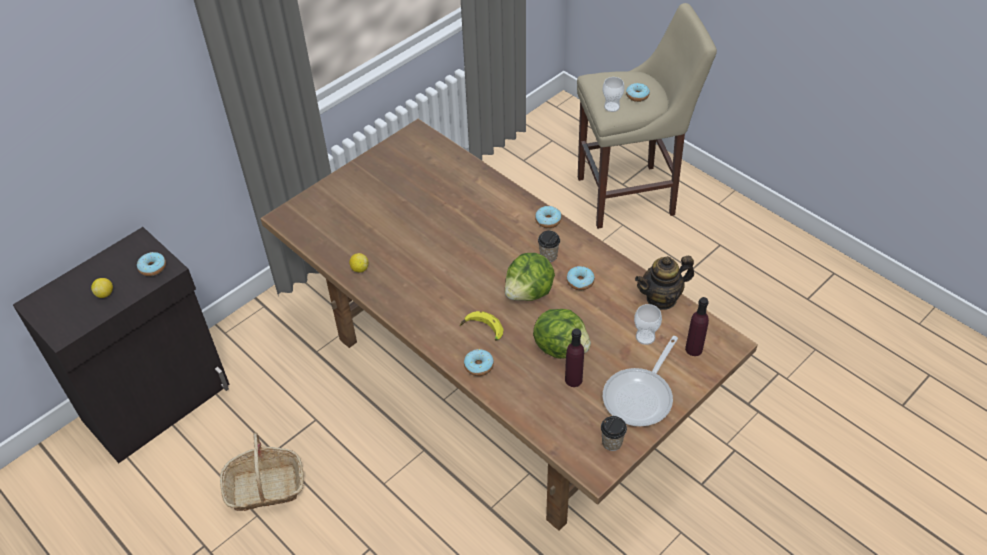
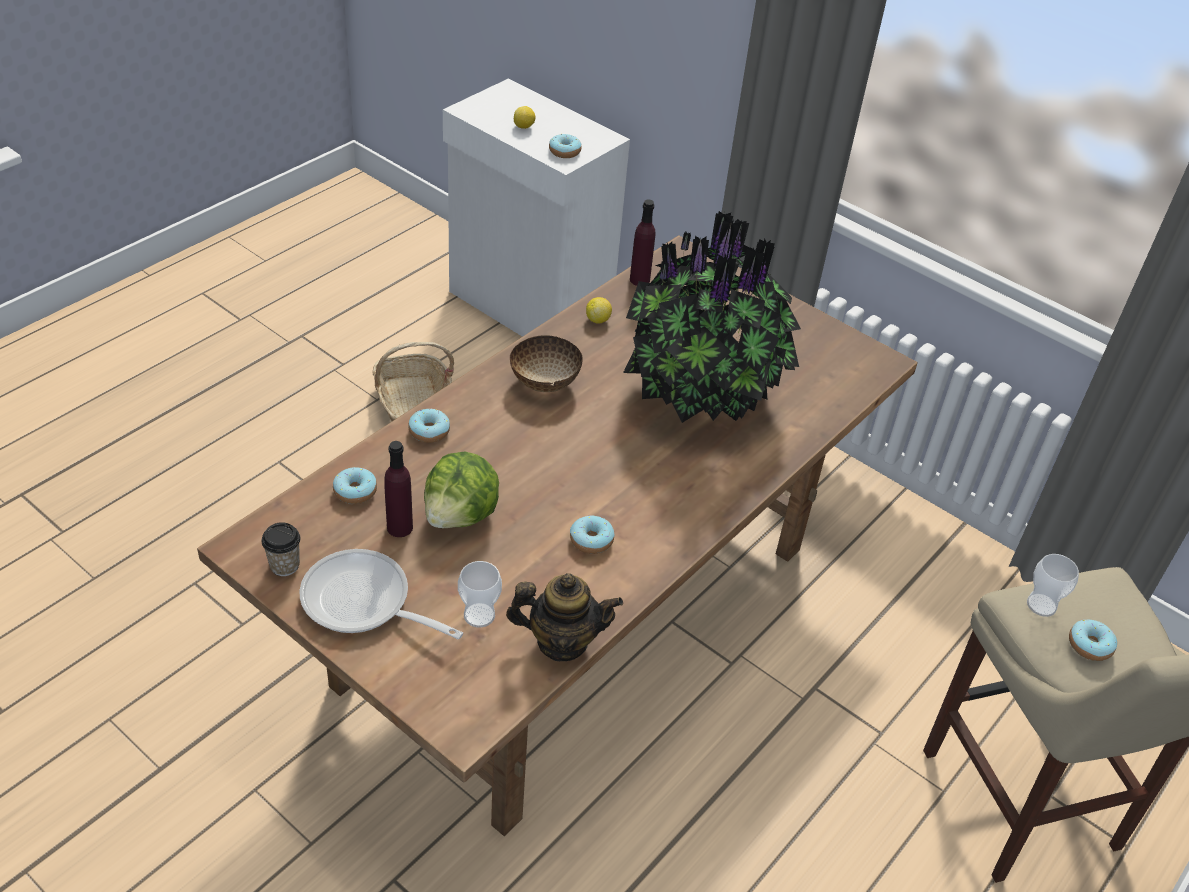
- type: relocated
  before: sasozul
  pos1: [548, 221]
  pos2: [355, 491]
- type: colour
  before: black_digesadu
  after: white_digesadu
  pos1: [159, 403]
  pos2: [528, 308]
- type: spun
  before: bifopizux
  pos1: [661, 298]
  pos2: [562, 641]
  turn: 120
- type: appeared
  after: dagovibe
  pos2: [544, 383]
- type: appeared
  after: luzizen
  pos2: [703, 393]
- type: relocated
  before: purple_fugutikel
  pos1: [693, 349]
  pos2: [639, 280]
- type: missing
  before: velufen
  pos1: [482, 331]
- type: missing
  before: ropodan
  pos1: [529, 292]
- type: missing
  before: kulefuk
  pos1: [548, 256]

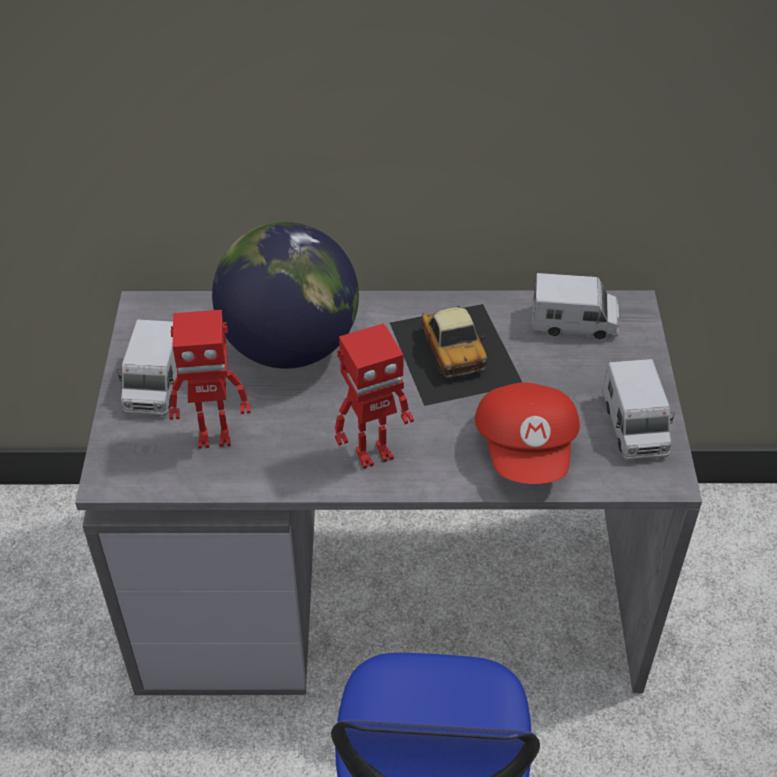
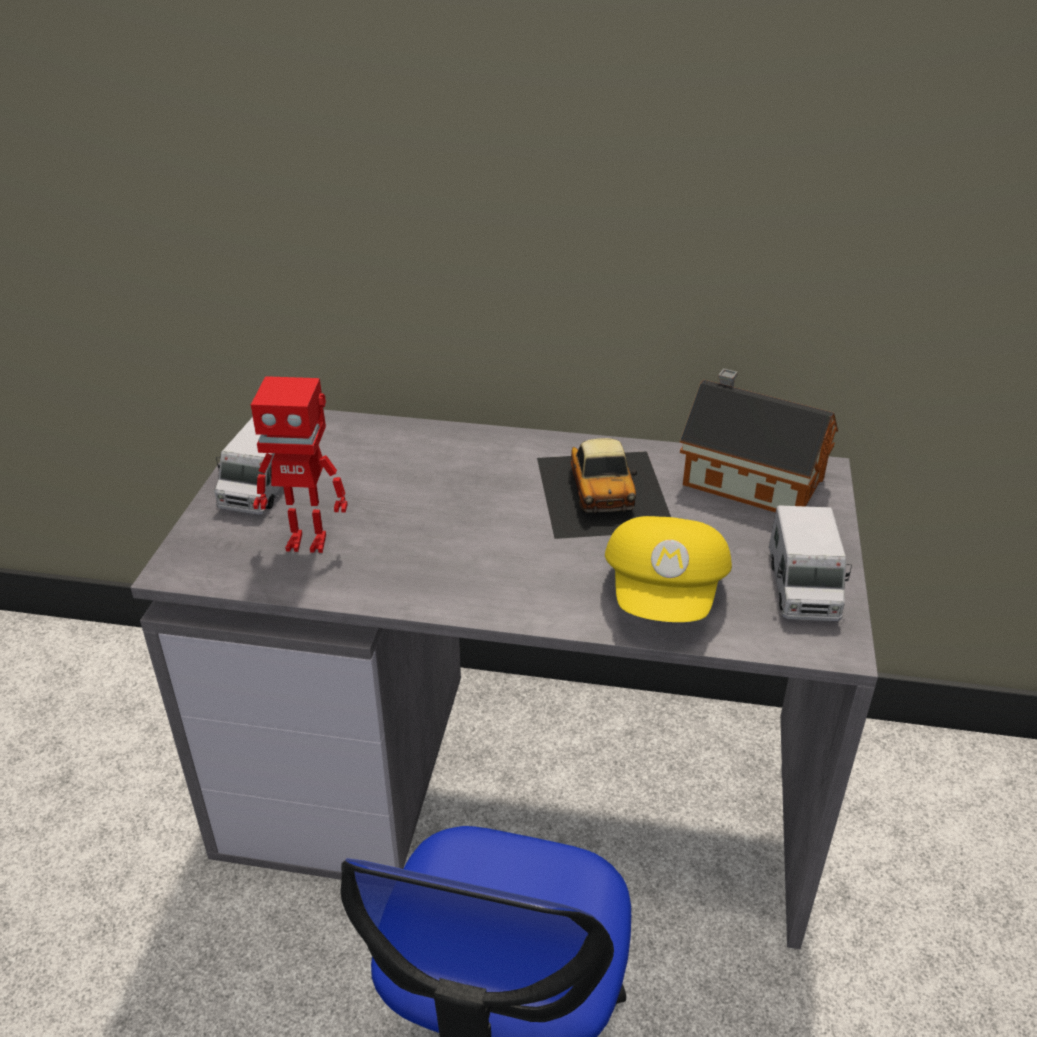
- type: colour
  before: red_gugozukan
  after: yellow_gugozukan
  pos1: [527, 449]
  pos2: [666, 595]
- type: exchanged
  before: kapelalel
  after: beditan
  pos1: [573, 323]
  pos2: [748, 479]
- type: missing
  before: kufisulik
  pos1: [290, 346]
- type: missing
  before: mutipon
  pos1: [372, 453]

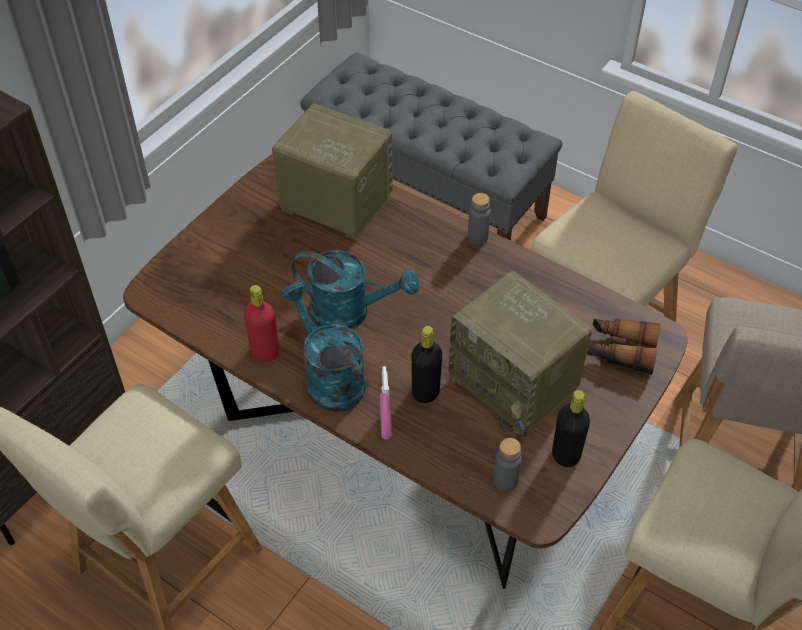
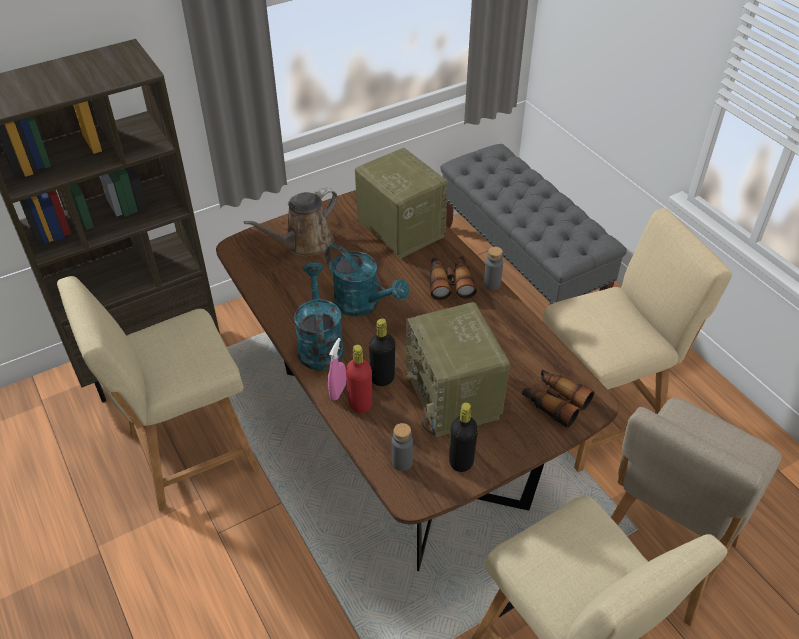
- type: appeared
  after: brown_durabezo
  pos2: [304, 244]
- type: relocated
  before: red_fugutikel
  pos1: [265, 352]
  pos2: [360, 404]
- type: appeared
  after: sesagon
  pos2: [450, 283]

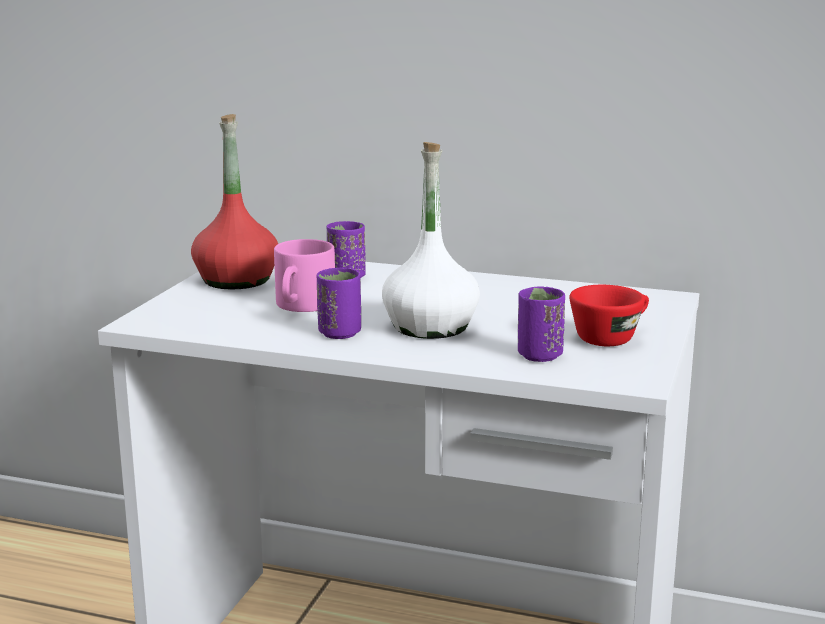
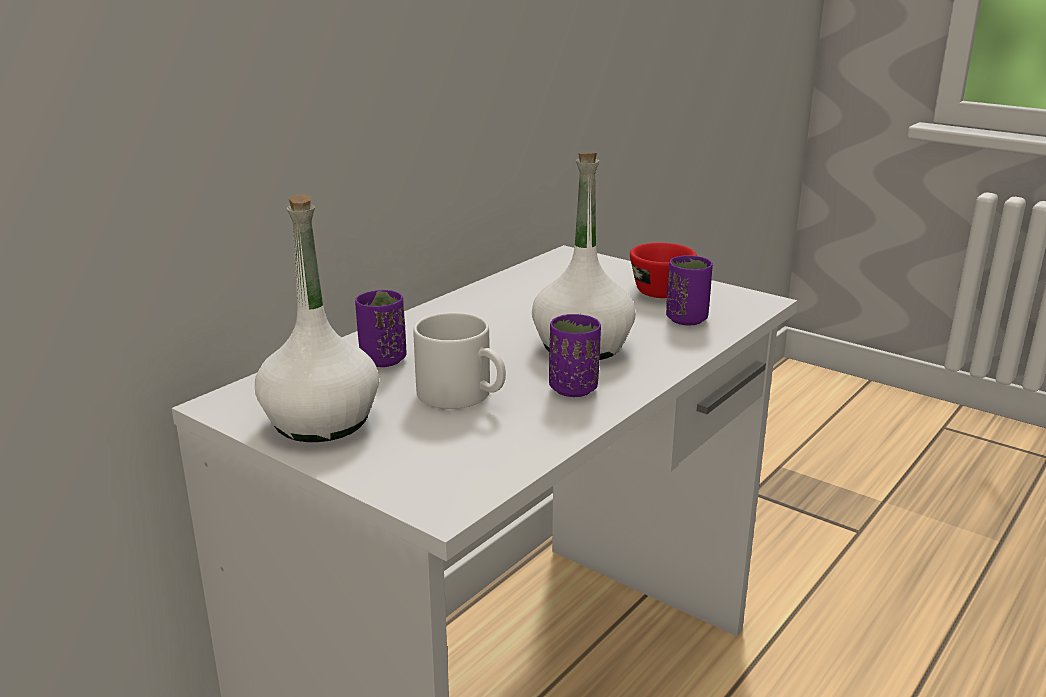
- type: colour
  before: red_fugutikel
  after: white_fugutikel
  pos1: [236, 280]
  pos2: [321, 421]
- type: colour
  before: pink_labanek
  after: white_labanek
  pos1: [303, 306]
  pos2: [465, 395]

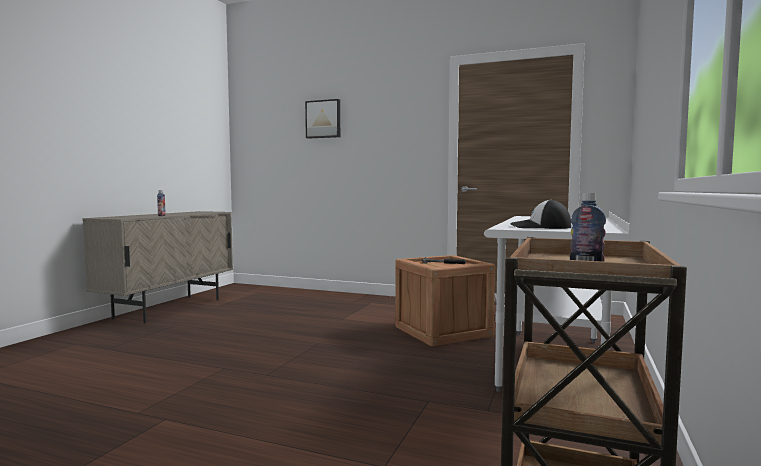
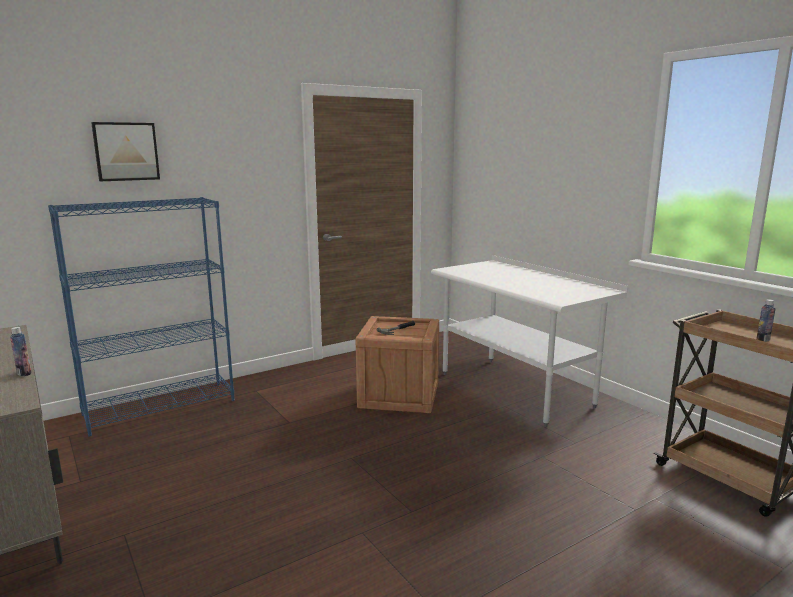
- type: appeared
  after: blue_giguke
  pos2: [161, 407]
- type: missing
  before: gugozukan
  pos1: [540, 227]

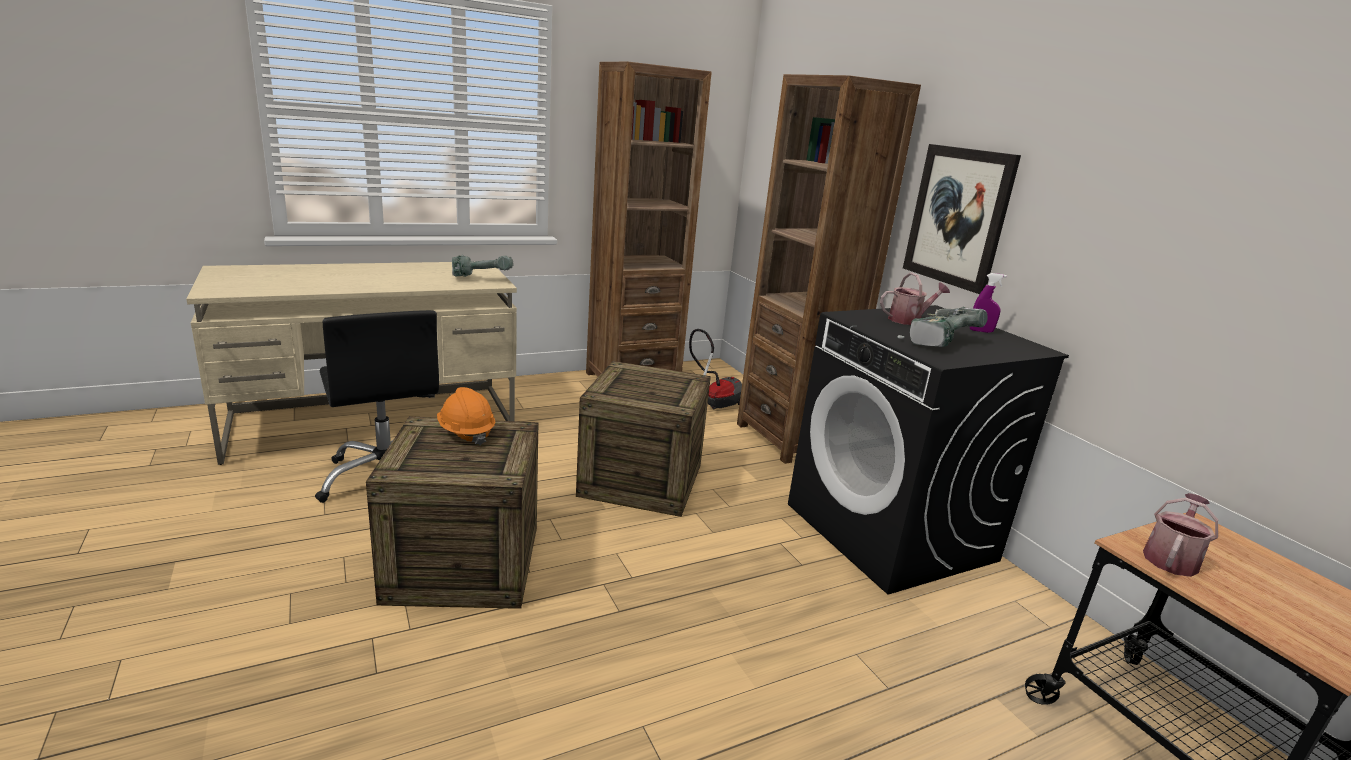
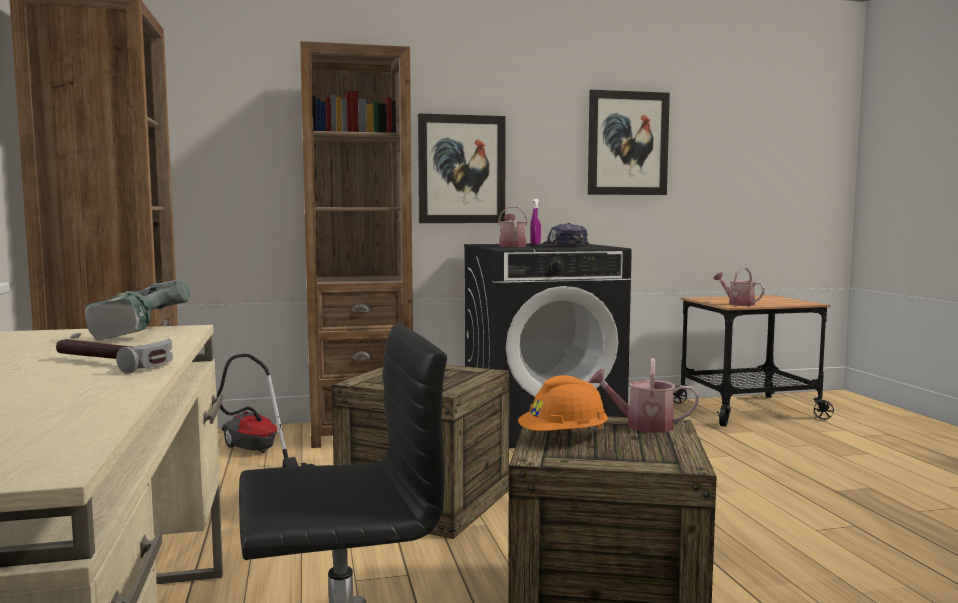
- type: appeared
  after: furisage
  pos2: [115, 362]
- type: exchanged
  before: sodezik
  after: gugozukan
  pos1: [936, 340]
  pos2: [564, 246]
- type: appeared
  after: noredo
  pos2: [627, 143]
- type: appeared
  after: durabezo
  pos2: [642, 425]

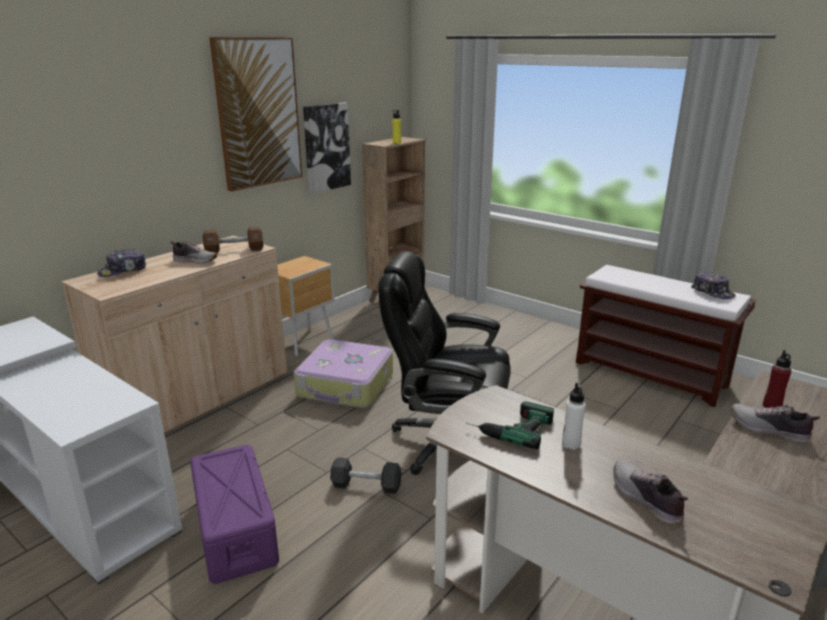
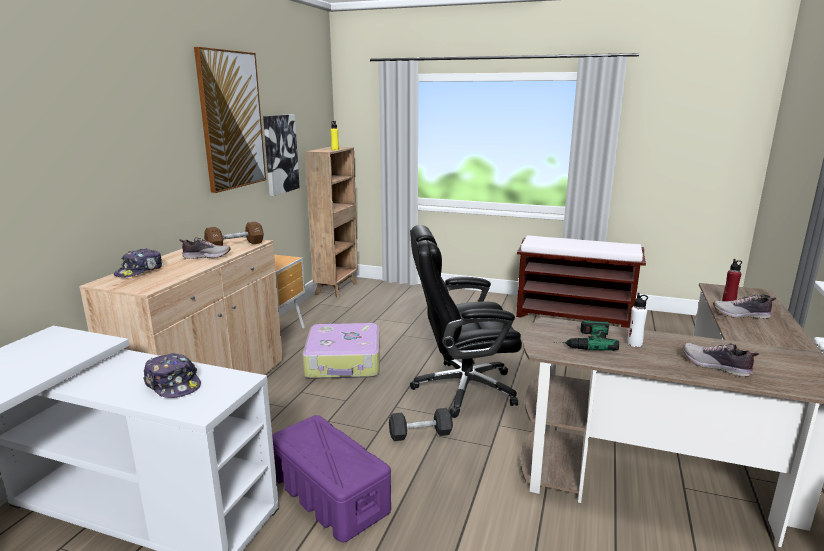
- type: relocated
  before: gugozukan
  pos1: [713, 292]
  pos2: [173, 384]

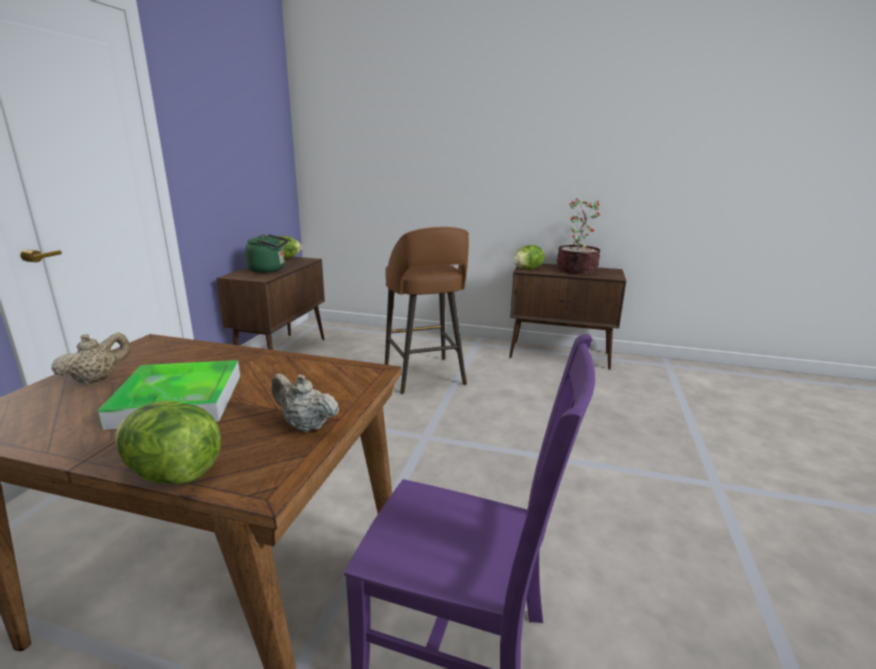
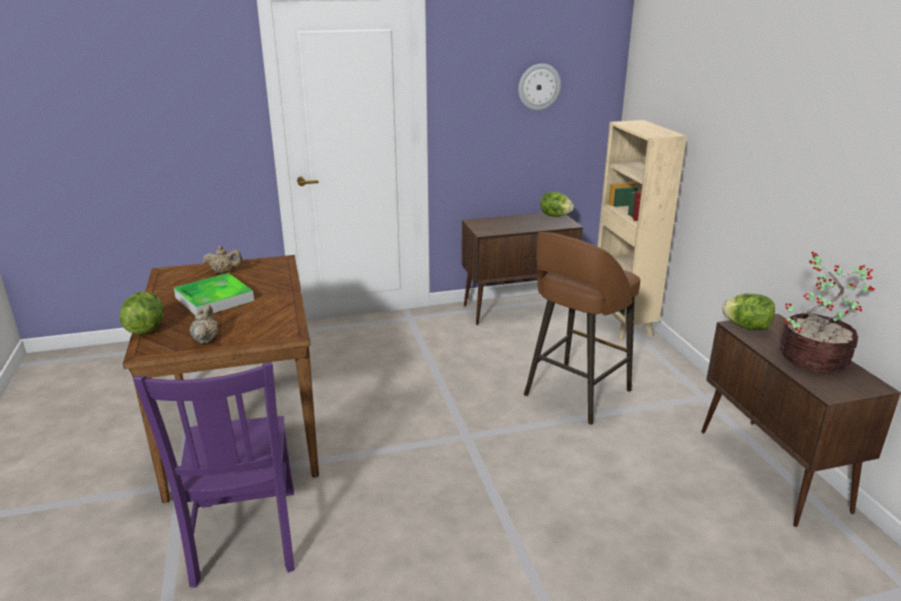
- type: appeared
  after: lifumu
  pos2: [539, 87]
- type: appeared
  after: beige_giguke
  pos2: [622, 325]
- type: missing
  before: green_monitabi
  pos1: [269, 270]

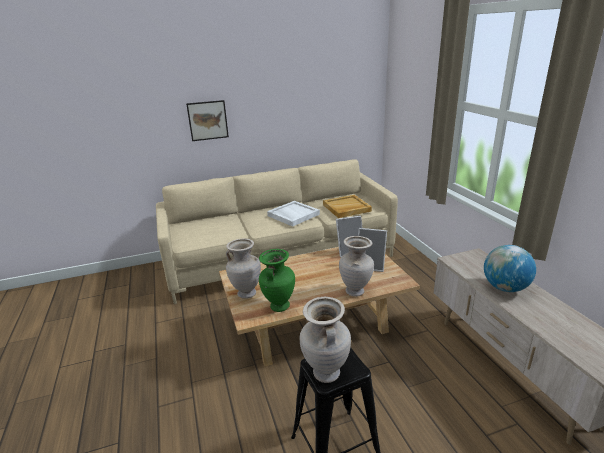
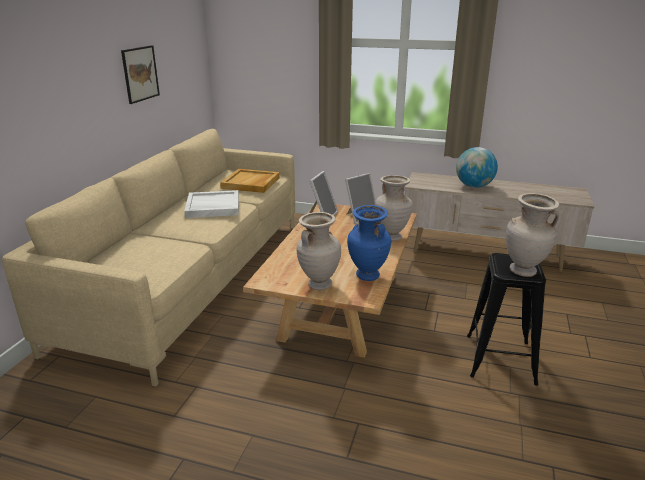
- type: relocated
  before: noredo
  pos1: [208, 120]
  pos2: [140, 74]
- type: colour
  before: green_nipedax
  after: blue_nipedax
  pos1: [279, 306]
  pos2: [367, 276]

